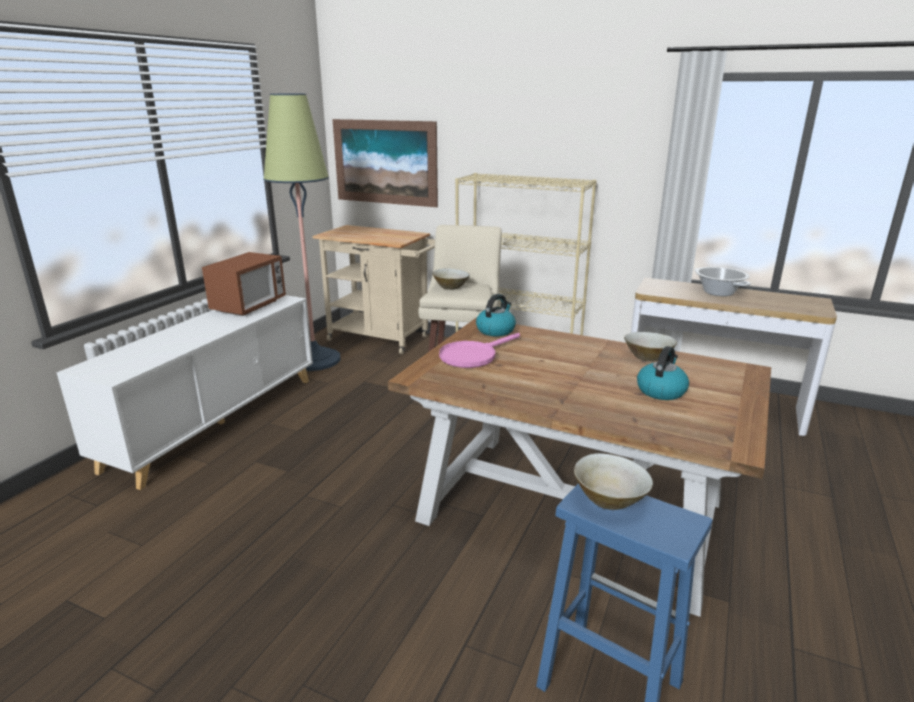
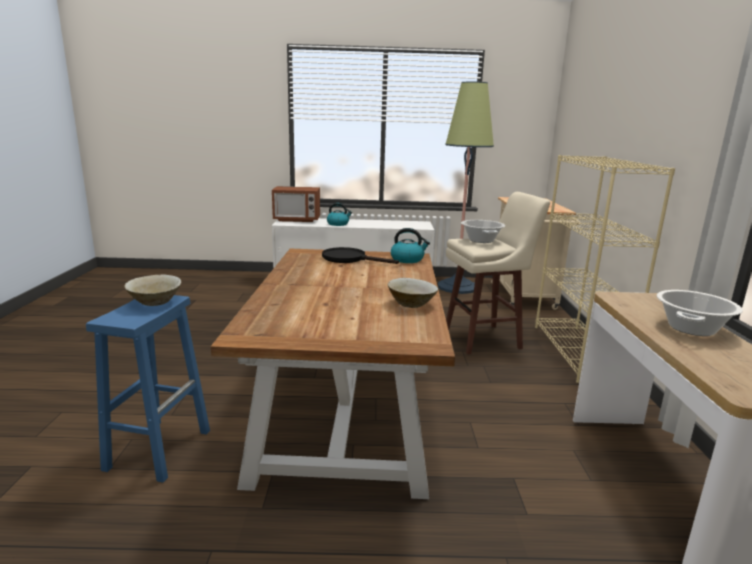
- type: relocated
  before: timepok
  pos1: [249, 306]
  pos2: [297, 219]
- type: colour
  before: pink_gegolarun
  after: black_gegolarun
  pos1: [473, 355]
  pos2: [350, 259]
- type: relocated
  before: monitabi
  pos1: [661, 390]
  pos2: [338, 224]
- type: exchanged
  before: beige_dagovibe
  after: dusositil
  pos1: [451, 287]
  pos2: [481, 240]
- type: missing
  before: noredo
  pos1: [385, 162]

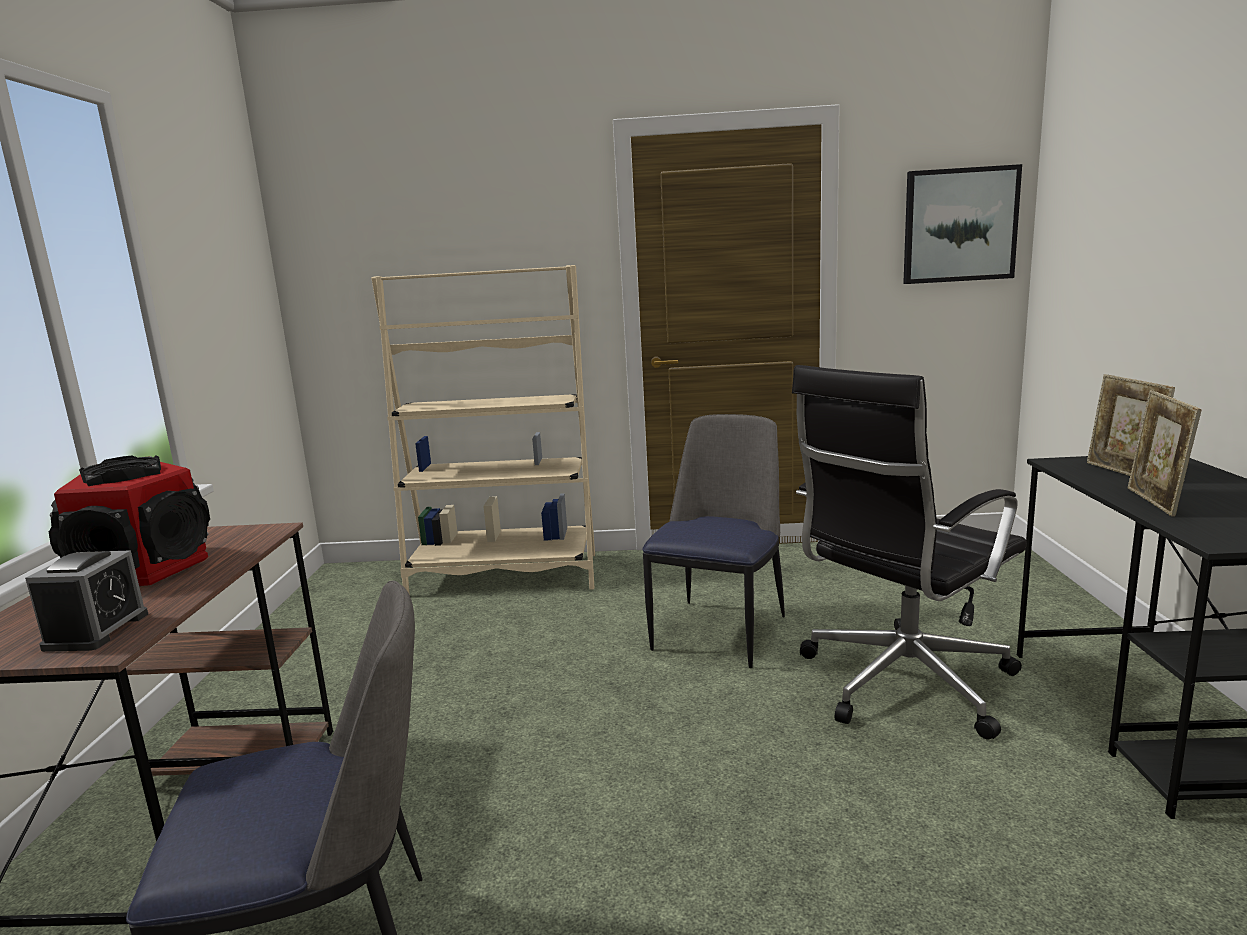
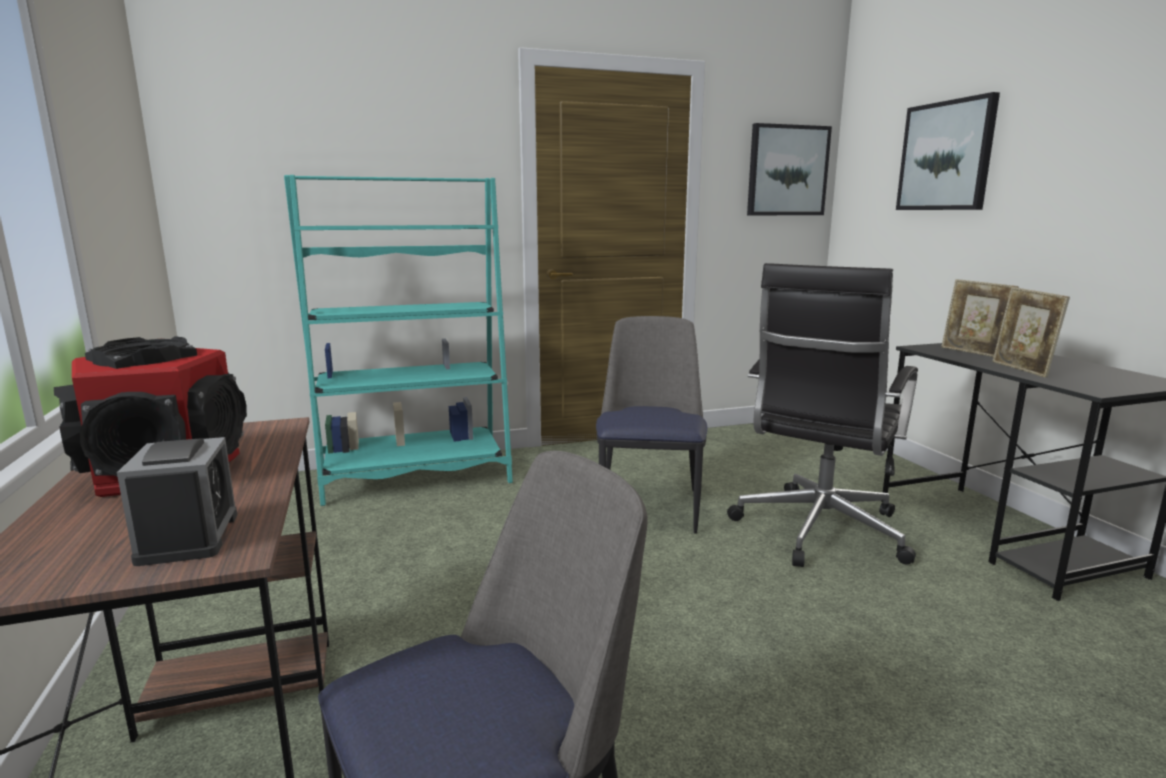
- type: colour
  before: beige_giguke
  after: turquoise_giguke
  pos1: [504, 575]
  pos2: [415, 477]
- type: appeared
  after: noredo
  pos2: [946, 156]

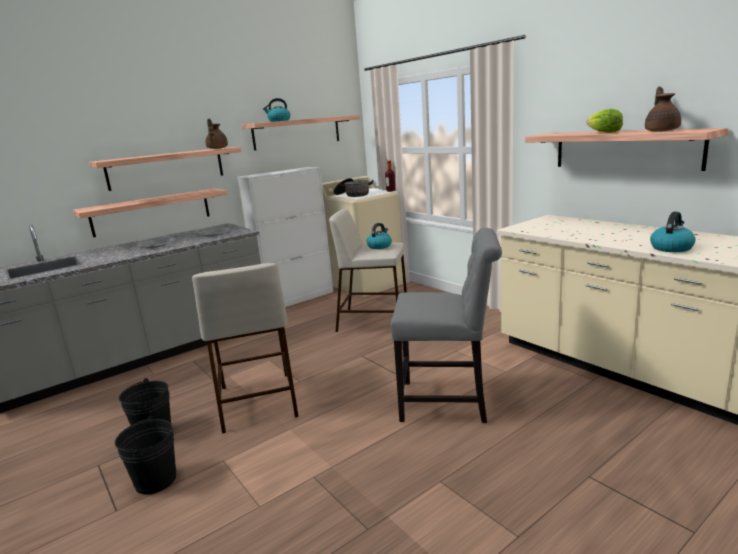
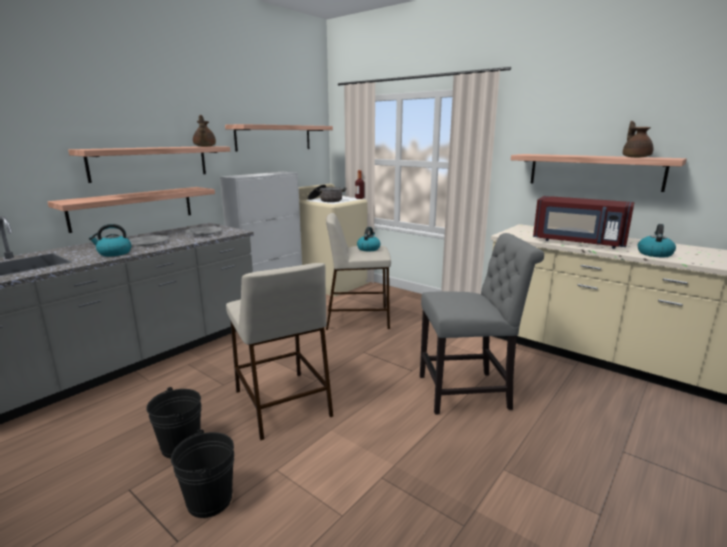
- type: relocated
  before: monitabi
  pos1: [279, 121]
  pos2: [114, 253]
- type: appeared
  after: red_timepok
  pos2: [578, 242]
- type: missing
  before: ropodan
  pos1: [603, 132]

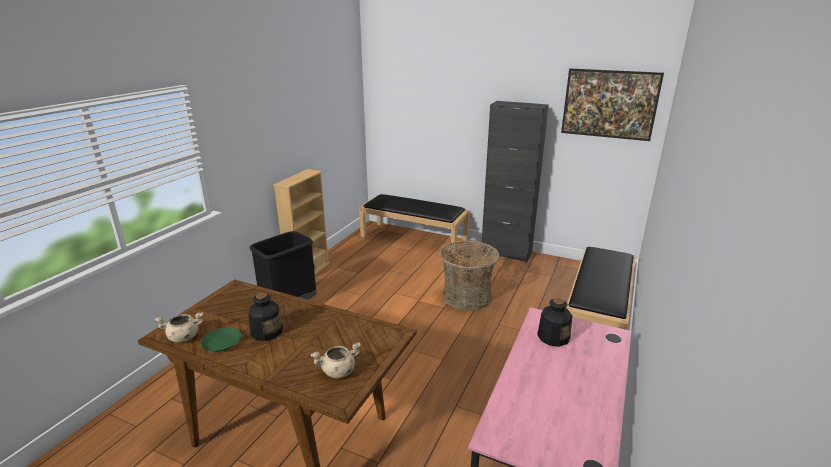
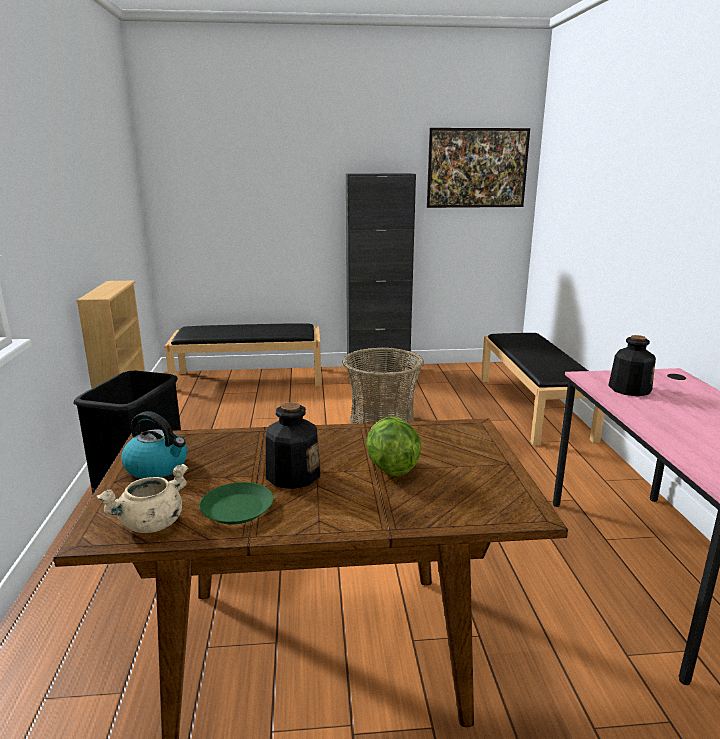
- type: appeared
  after: monitabi
  pos2: [158, 467]
- type: appeared
  after: ropodan
  pos2: [391, 468]
- type: missing
  before: beige_dusositil
  pos1: [338, 372]

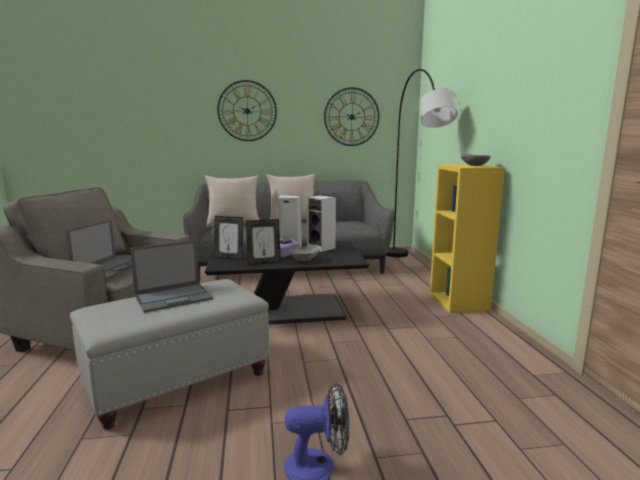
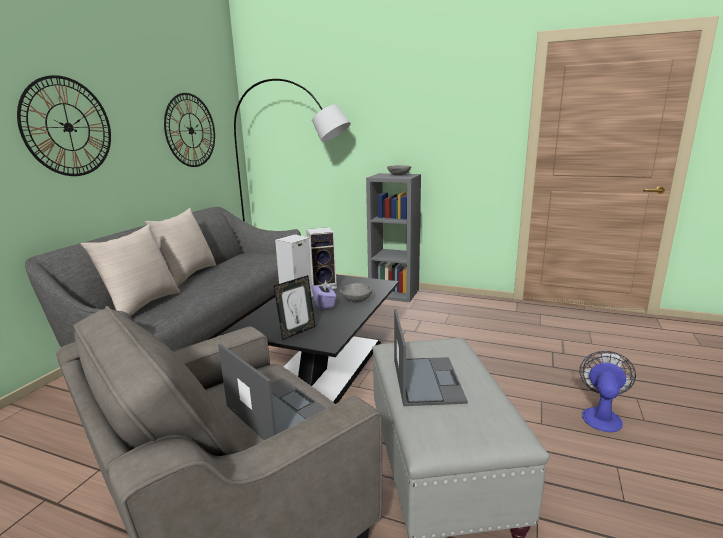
- type: colour
  before: yellow_giguke
  after: grey_giguke
  pos1: [459, 302]
  pos2: [394, 293]
- type: missing
  before: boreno
  pos1: [264, 263]

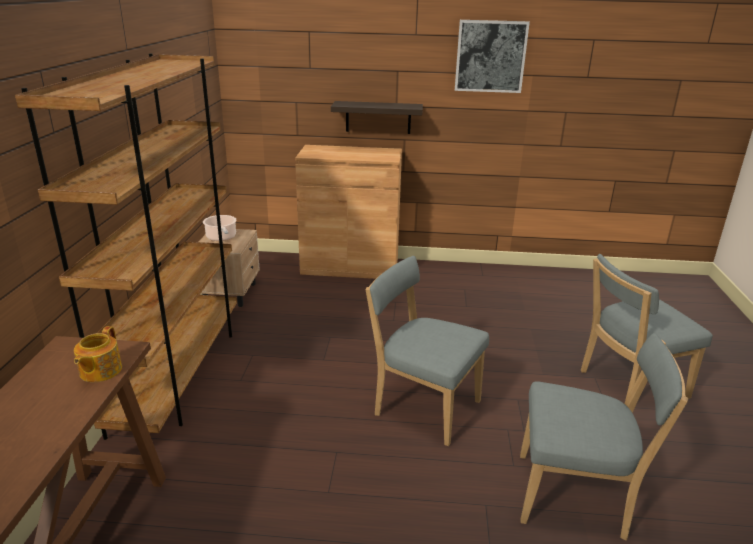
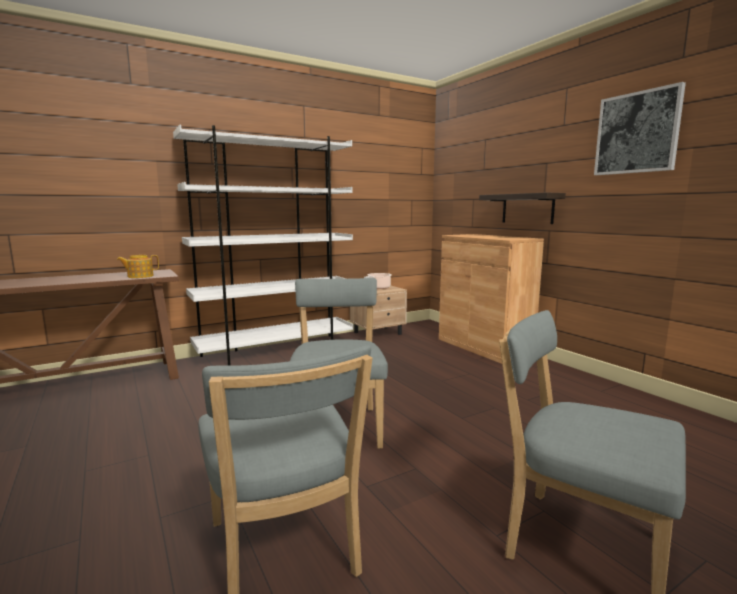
- type: colour
  before: brown_giguke
  after: white_giguke
  pos1: [180, 373]
  pos2: [277, 350]

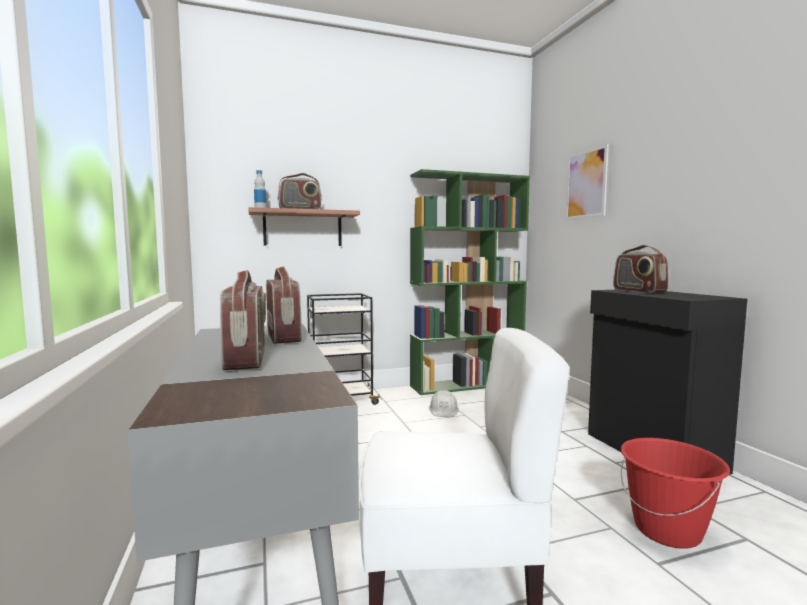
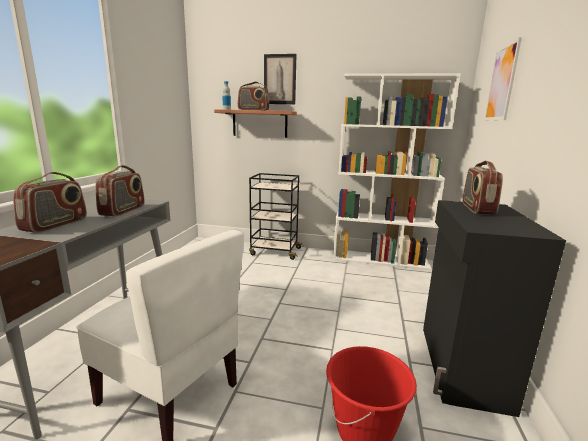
- type: appeared
  after: noredo
  pos2: [279, 79]
- type: colour
  before: green_giguke
  after: white_giguke
  pos1: [467, 384]
  pos2: [380, 259]
- type: missing
  before: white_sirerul
  pos1: [443, 410]

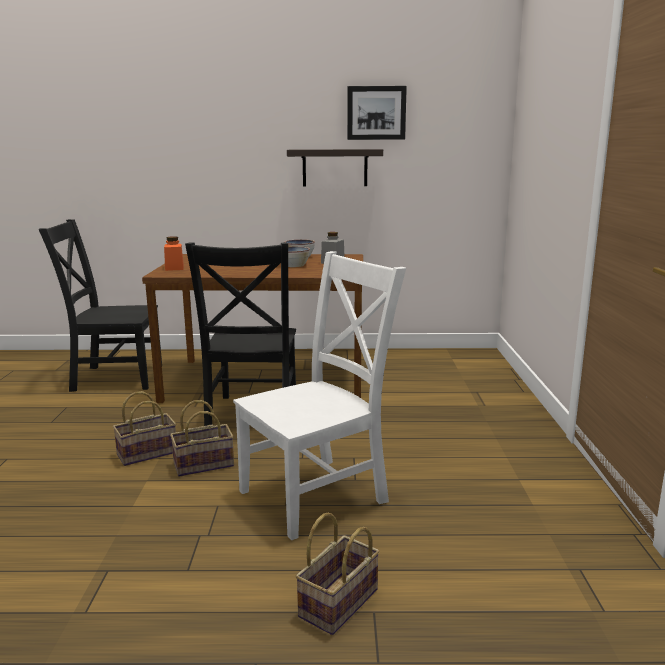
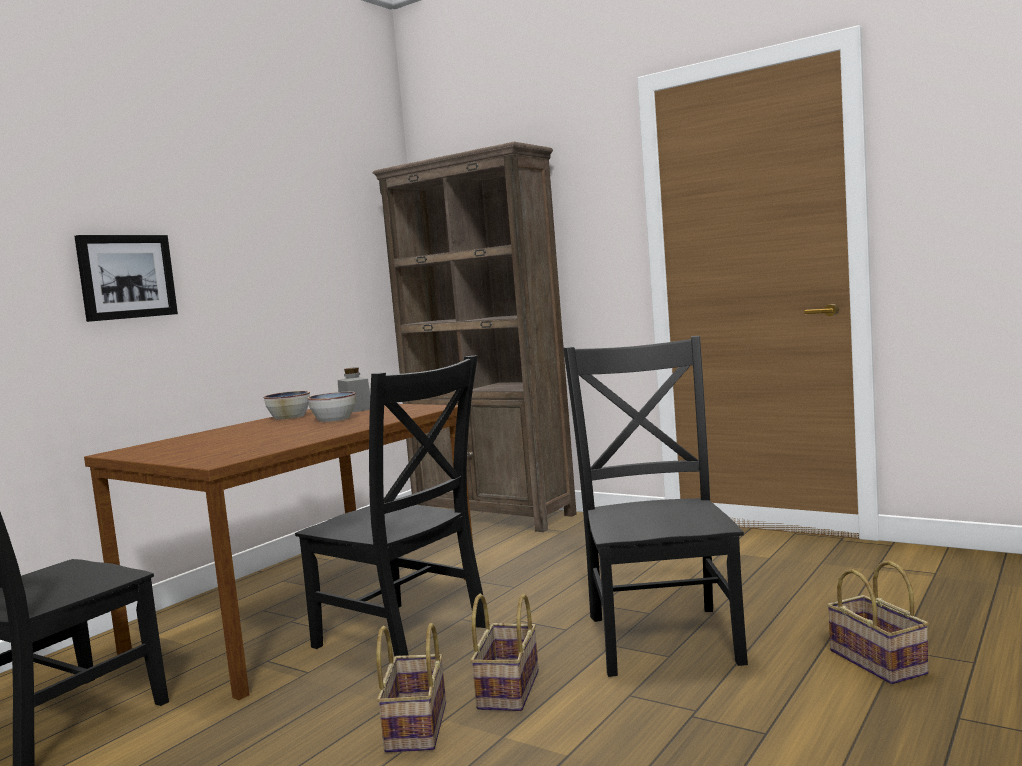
- type: relocated
  before: noredo
  pos1: [376, 113]
  pos2: [126, 277]
- type: appeared
  after: brown_giguke
  pos2: [493, 516]
- type: colour
  before: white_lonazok
  after: black_lonazok
  pos1: [318, 494]
  pos2: [663, 635]
- type: missing
  before: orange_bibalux
  pos1: [174, 268]
- type: missing
  before: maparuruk
  pos1: [335, 167]

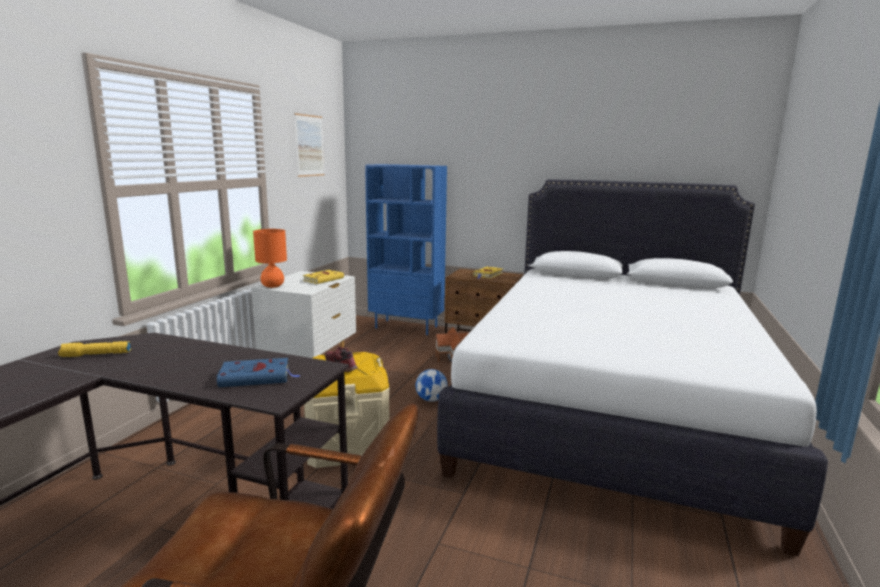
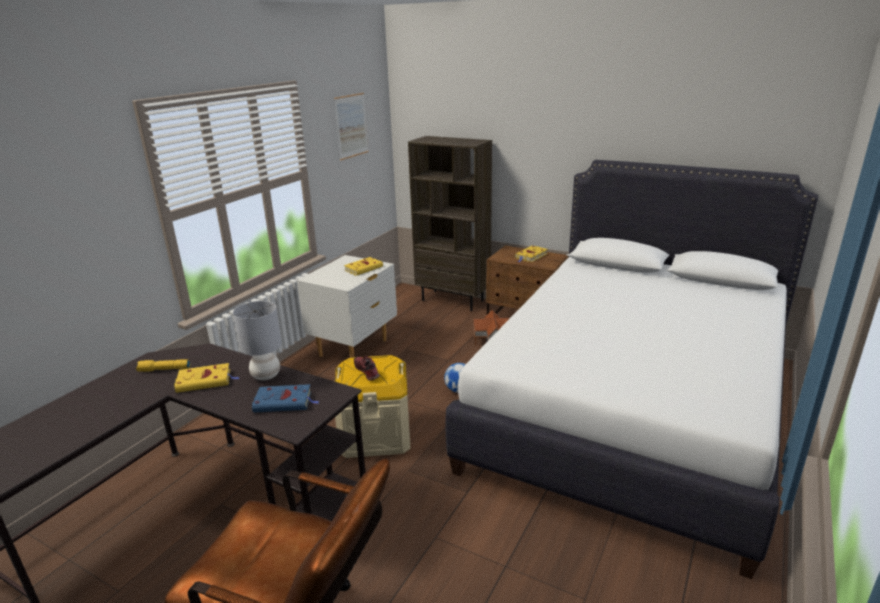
- type: appeared
  after: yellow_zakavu
  pos2: [206, 381]
- type: appeared
  after: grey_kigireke
  pos2: [266, 376]
- type: colour
  before: blue_giguke
  after: brown_giguke
  pos1: [407, 327]
  pos2: [453, 300]
- type: missing
  before: orange_kigireke
  pos1: [272, 286]

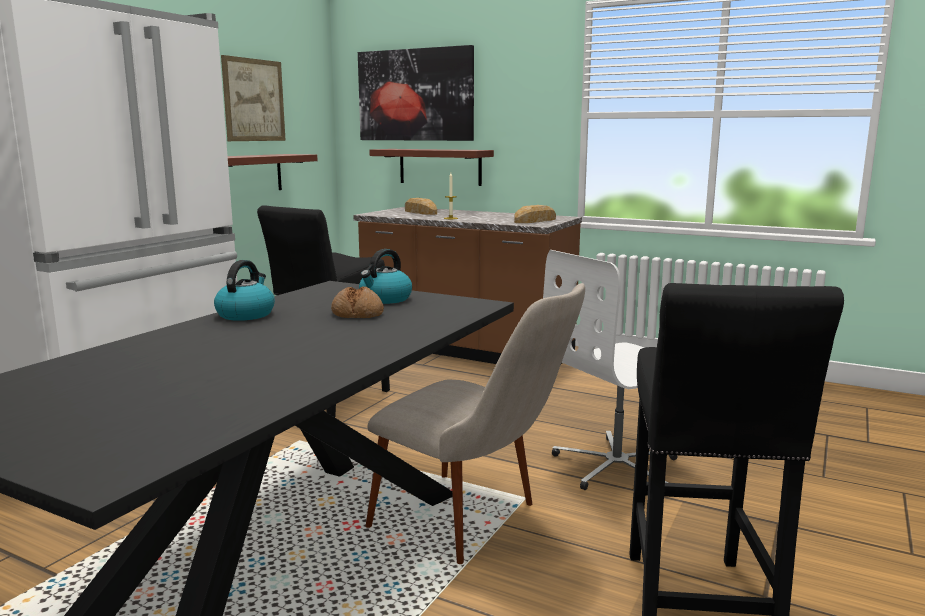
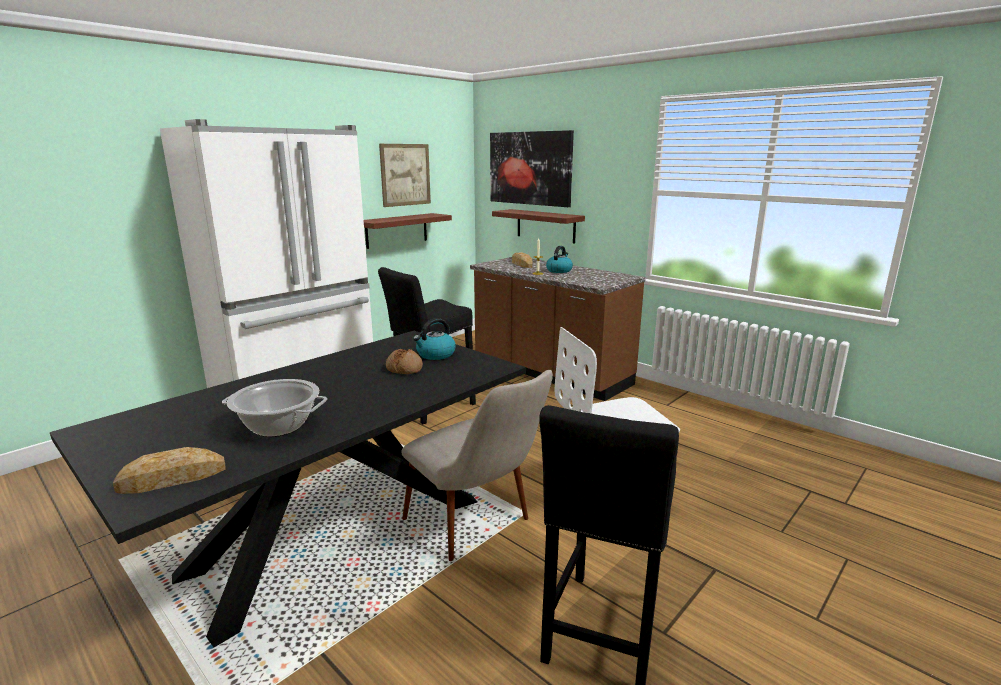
- type: relocated
  before: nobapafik
  pos1: [535, 220]
  pos2: [172, 478]
- type: appeared
  after: dusositil
  pos2: [279, 426]
- type: relocated
  before: monitabi
  pos1: [246, 314]
  pos2: [559, 270]

